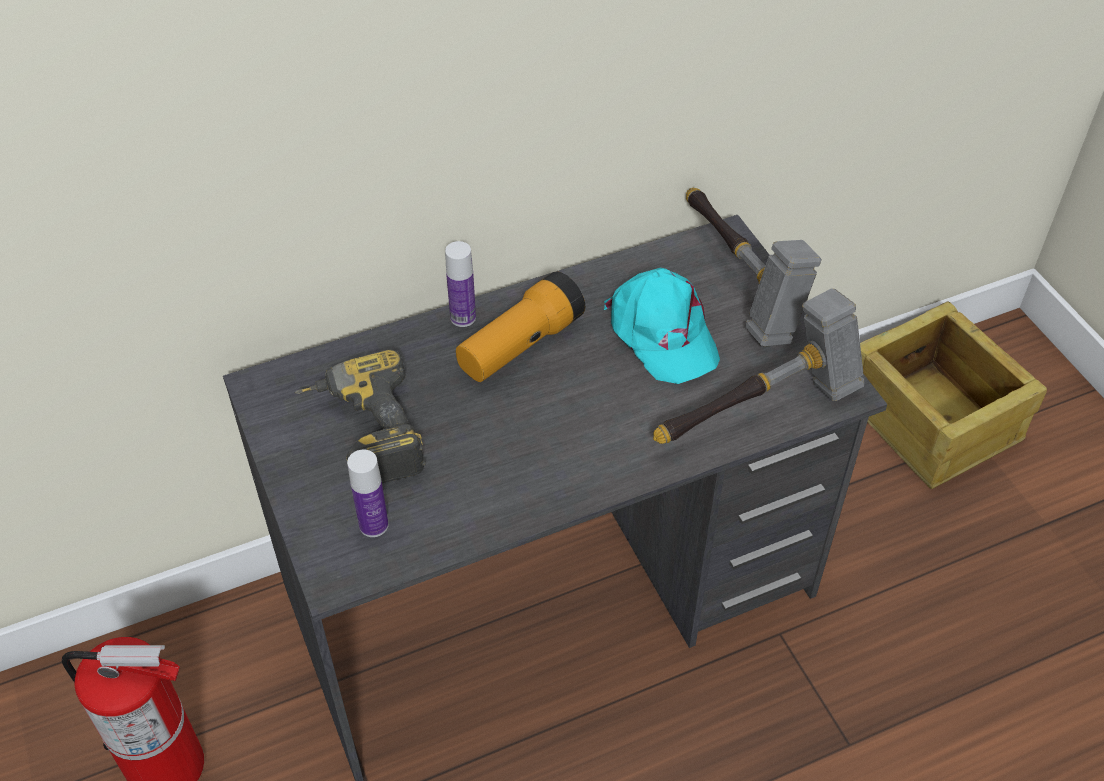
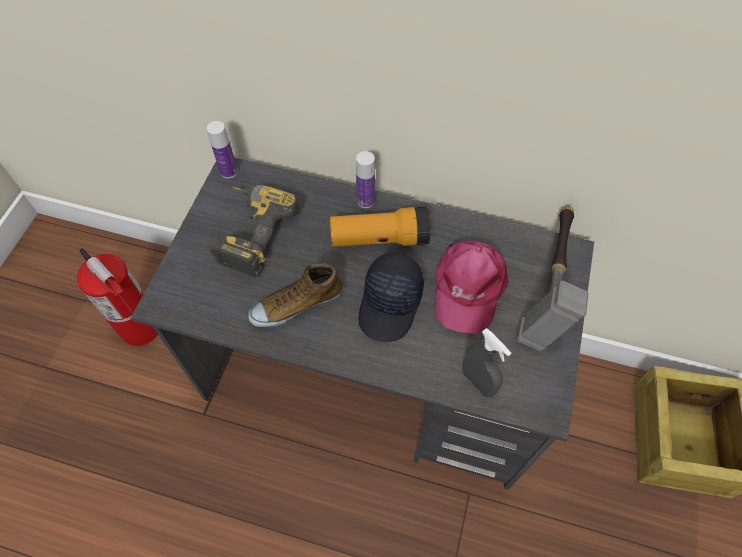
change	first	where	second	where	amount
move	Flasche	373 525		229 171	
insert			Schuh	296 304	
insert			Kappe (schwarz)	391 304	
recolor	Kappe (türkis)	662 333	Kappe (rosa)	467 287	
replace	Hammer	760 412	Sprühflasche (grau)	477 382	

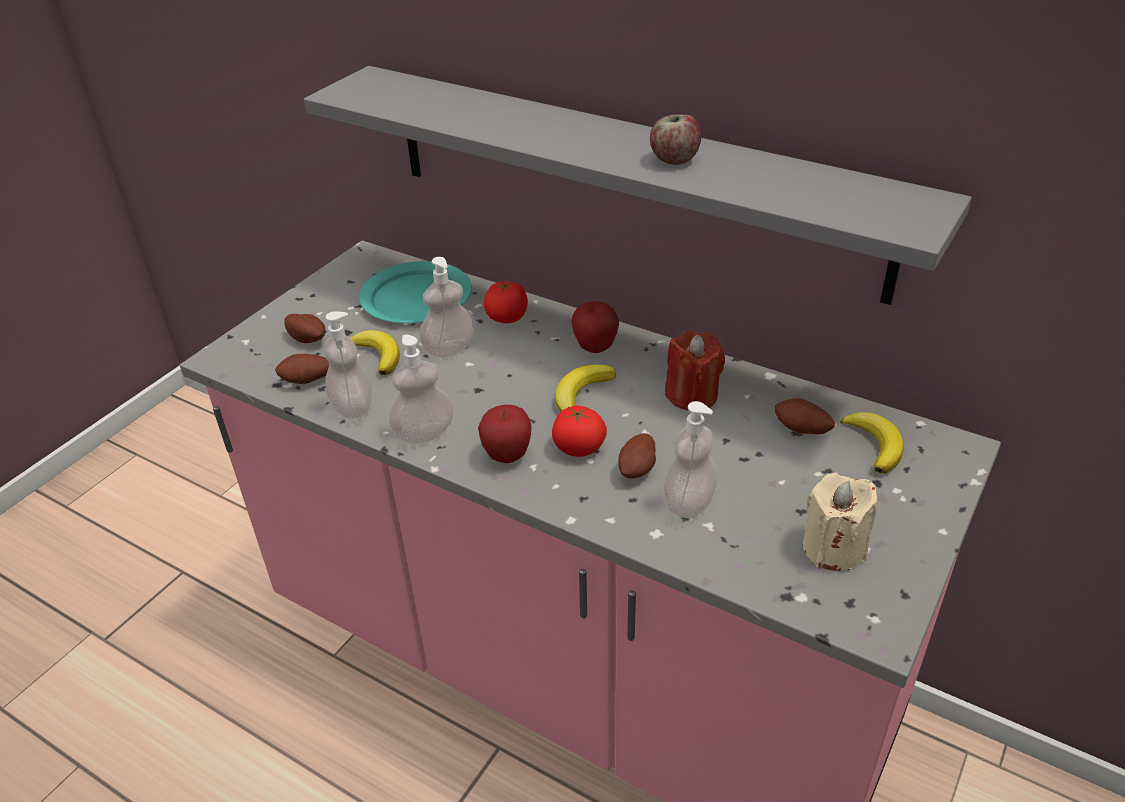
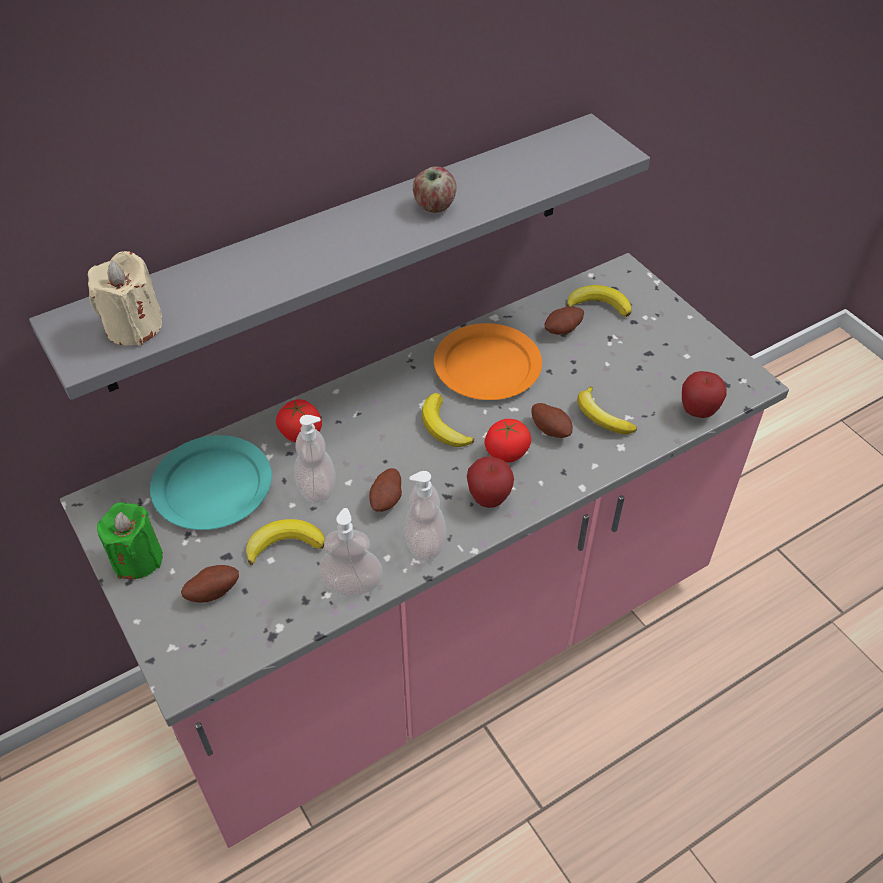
change	first	where	second	where	amount
move	Kerze (beige)	833 548		134 327	
insert			Kerze (grün)	137 559	
move	Kartoffel	307 381		387 500	
replace	Kerze (rot)	692 395	Teller (orange)	488 366	
replace	Seifenspender	689 503	Banane	601 417	
move	Apfel	595 348		698 411	

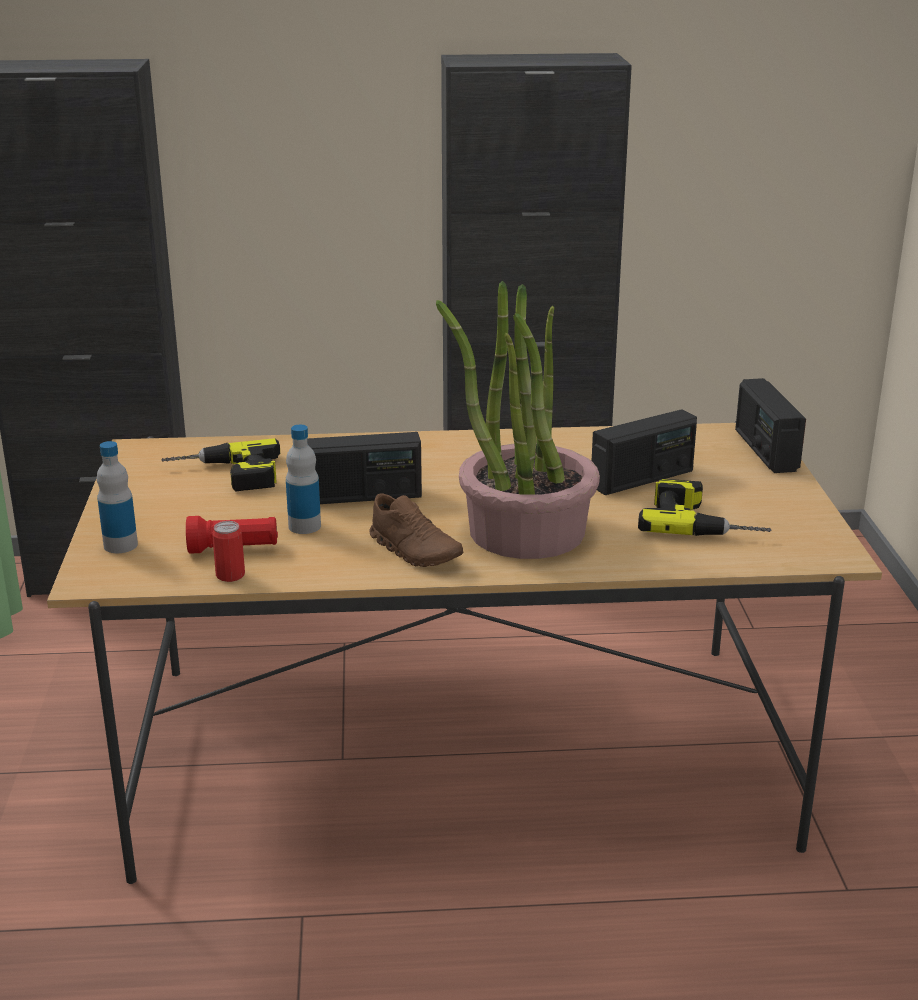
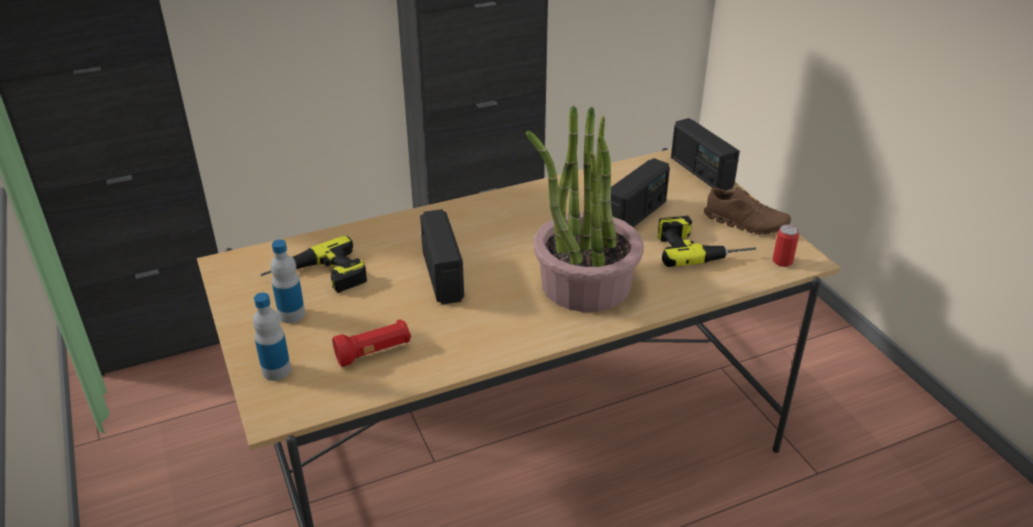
change	first	where	second	where	amount
move	Flasche	304 526		291 314	
rotate	Radio	364 496		443 275	75 degrees counterclockwise
move	Schuh (braun)	415 551		745 223	
move	Dose	230 575		782 261	

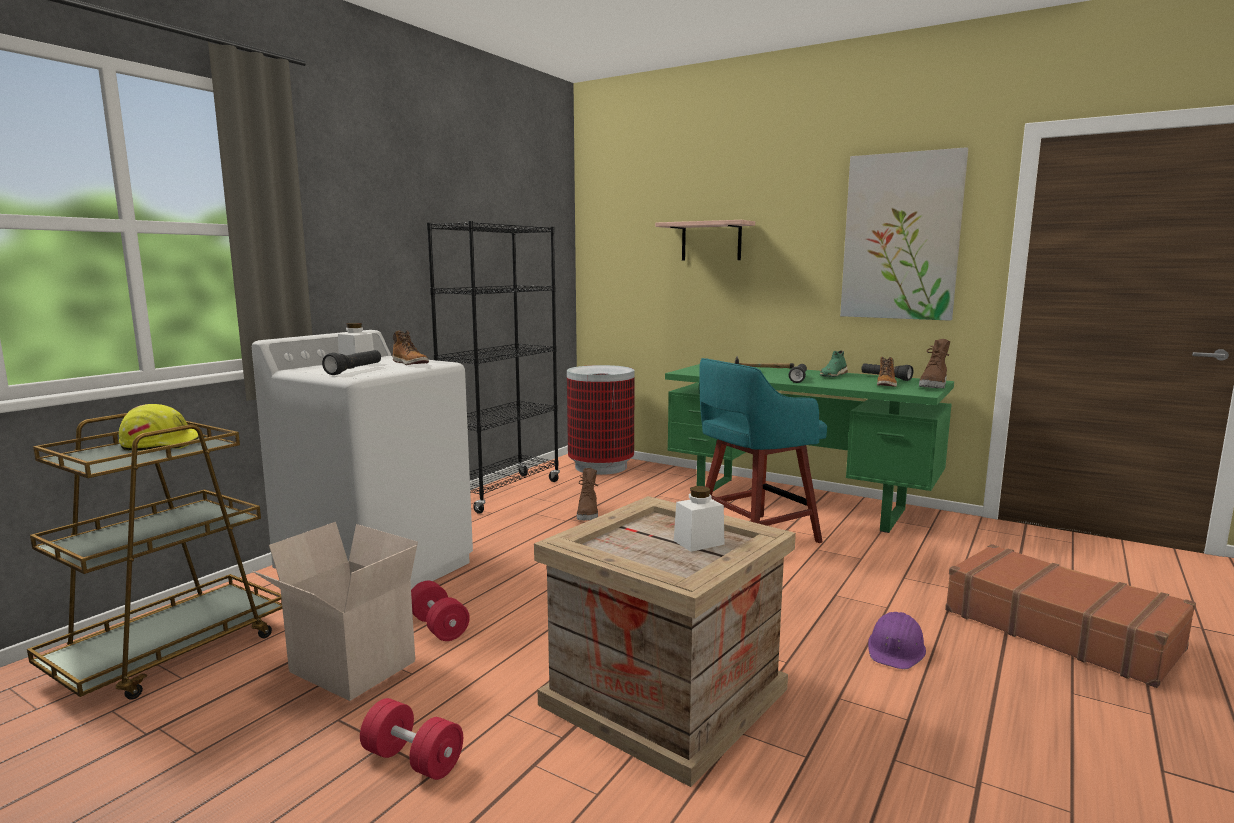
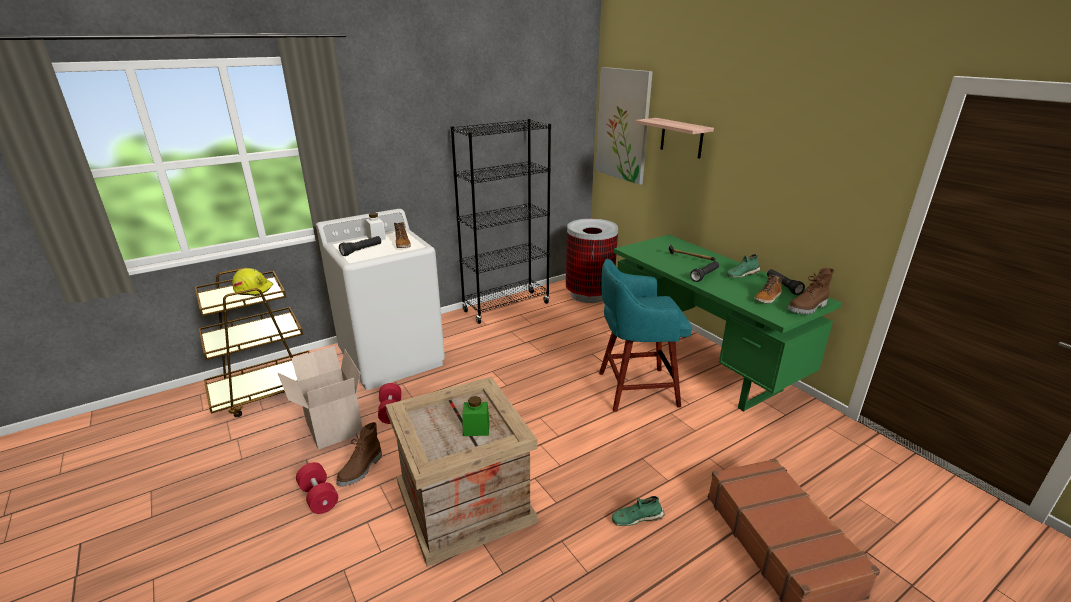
change	first	where	second	where	amount
move	Stiefel (braun)	588 514		361 470	
recolor	Vorratsglas (weiß)	698 542	Vorratsglas (grün)	476 429	
move	Bild	901 237		623 125	
replace	Schutzhelm (lila)	896 649	Schuh (grün)	636 517	

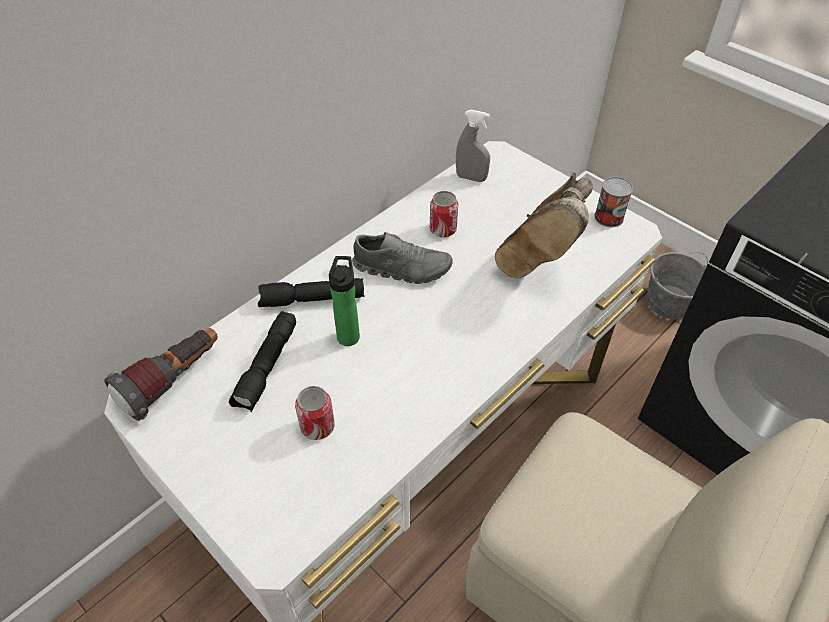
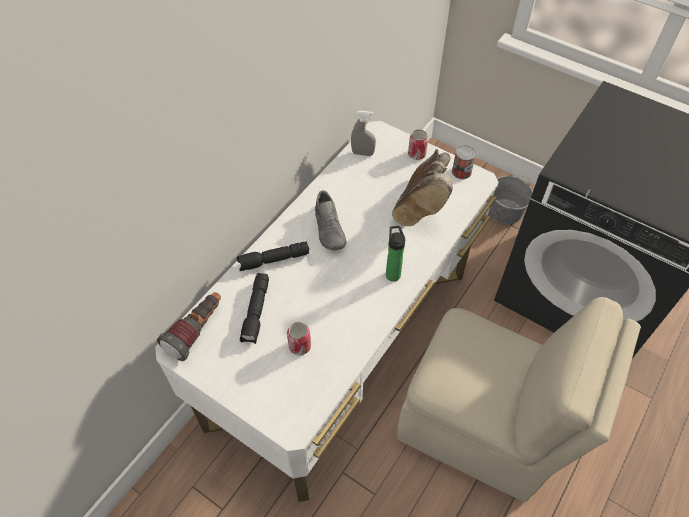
change	first	where	second	where	amount
rotate	Schuh (grau)	402 268		329 229	75 degrees clockwise
move	Flasche	348 334		392 273	
move	Dose	443 229		416 154	

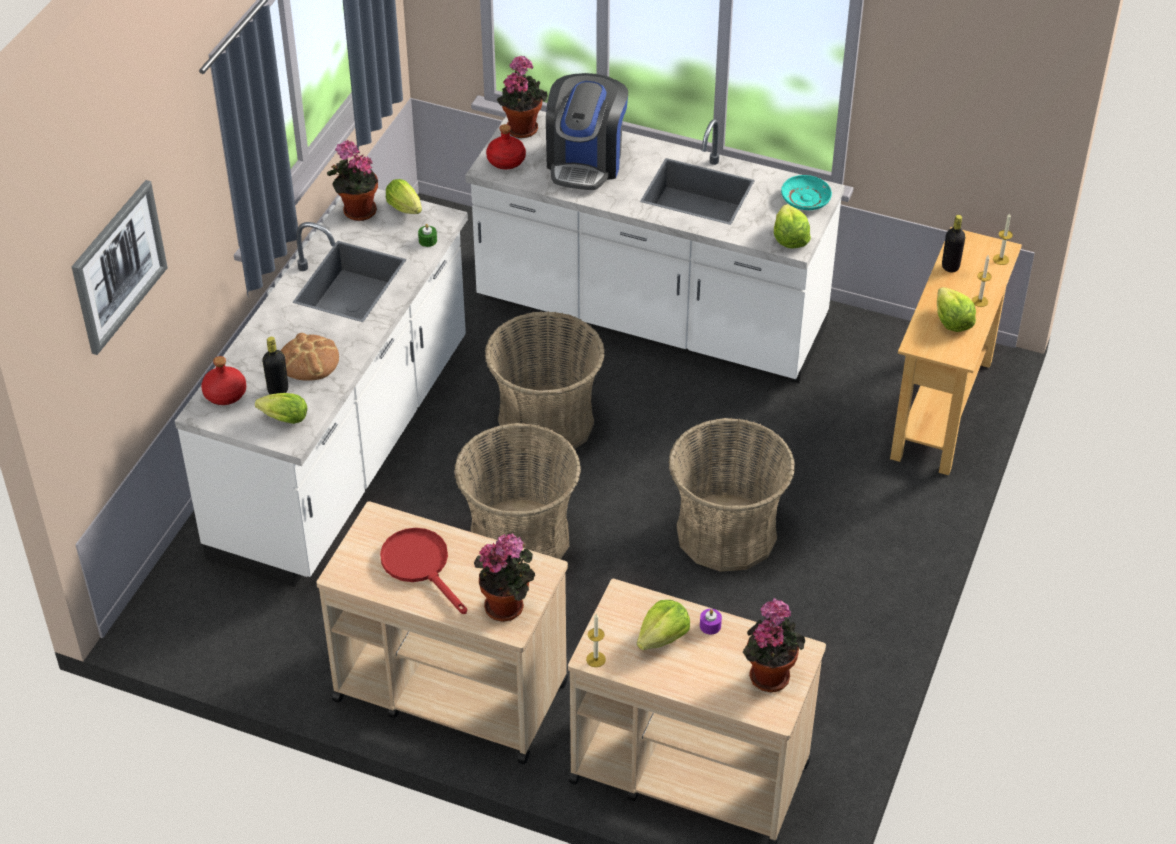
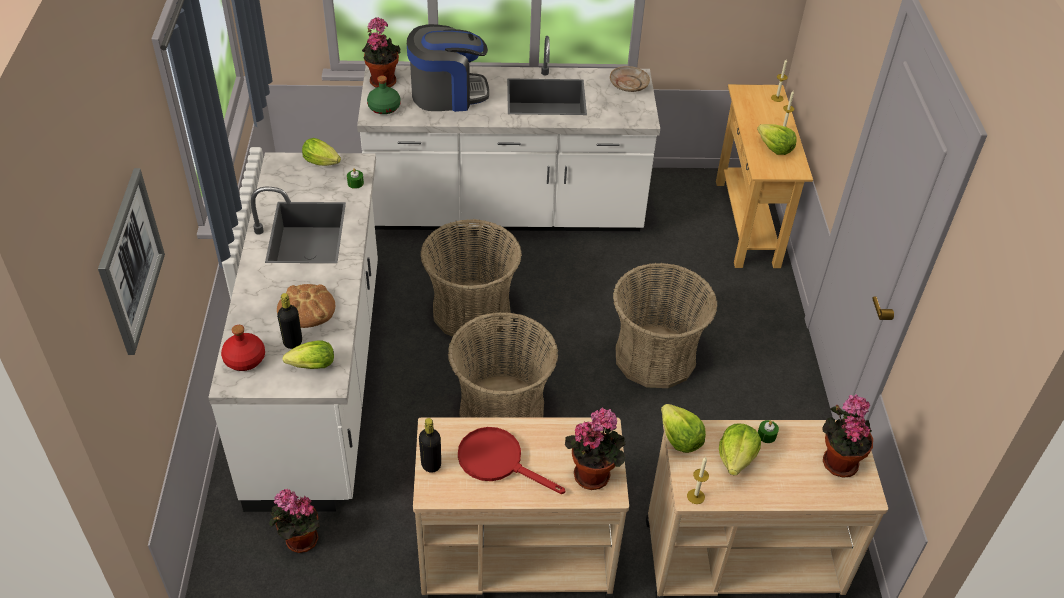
change	first	where	second	where	amount
move	Topfpflanze	356 211		298 541	
recolor	Flasche (rot)	506 161	Flasche (grün)	384 107	
rotate	Kaffeemaschine	585 161		447 94	90 degrees counterclockwise
move	Flasche (schwarz)	950 266		431 465	
recolor	Teller (türkis)	805 198	Teller (beige)	629 84	
move	Salatkopf	789 238		680 438	
recolor	Kerze (lila)	710 626	Kerze (grün)	766 435	

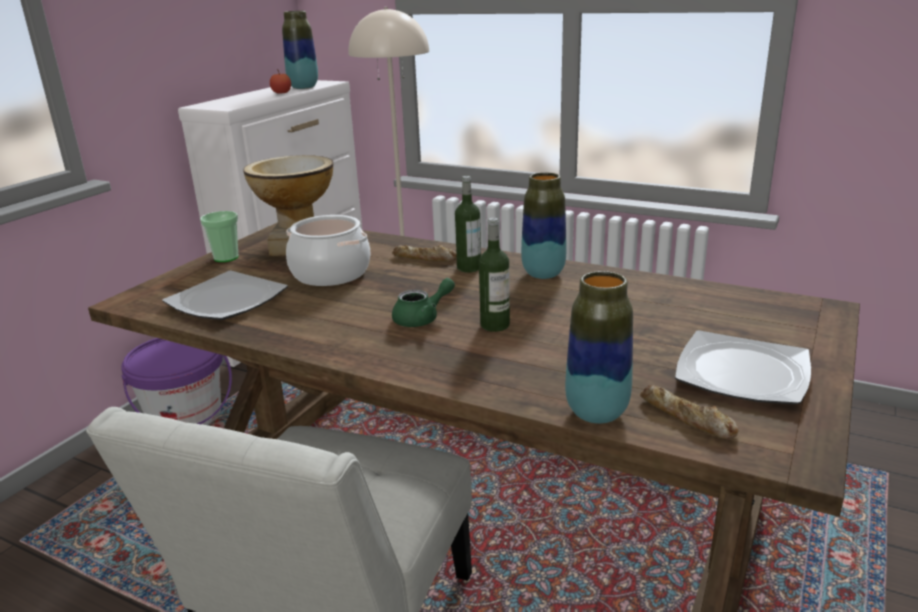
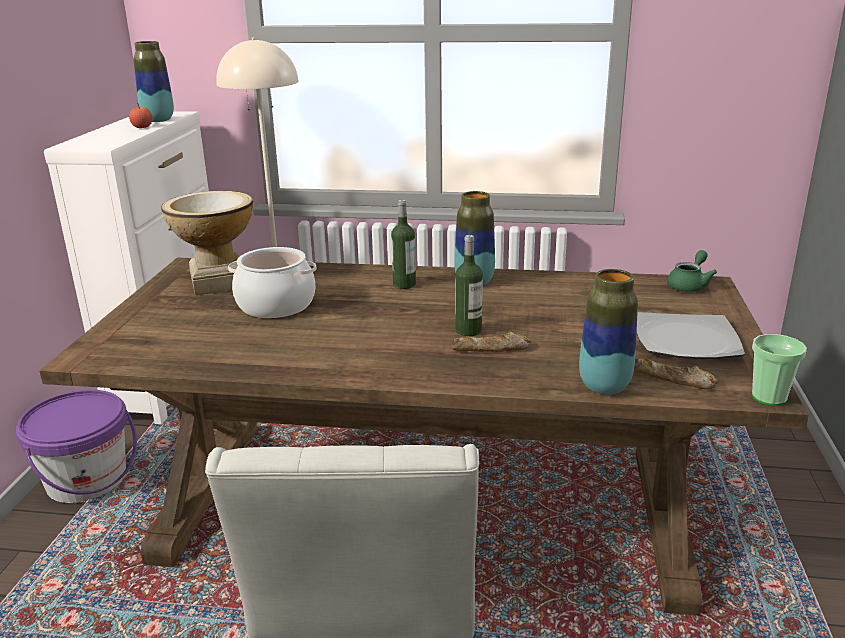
change	first	where	second	where	amount
move	Brot	424 258		491 349	
move	Teekanne (grün)	422 319		689 285	
move	Tasse	226 258		769 397	
delete	Teller	228 300			

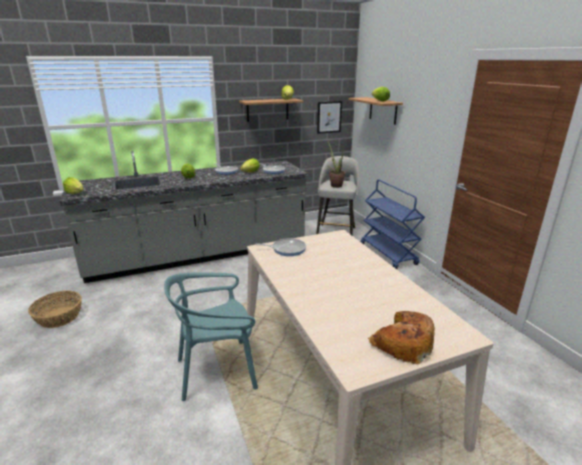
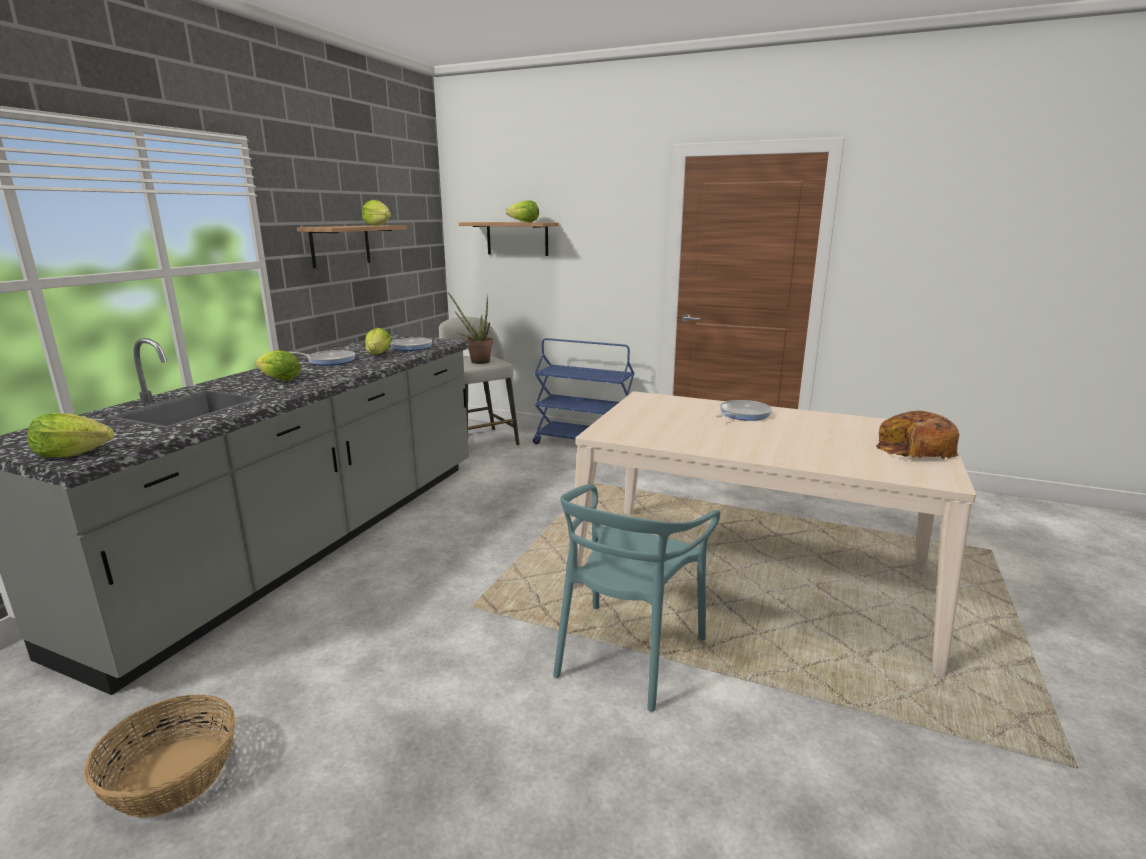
change	first	where	second	where	amount
move	Pfanne	287 249		742 414	
delete	Bild	329 117			

